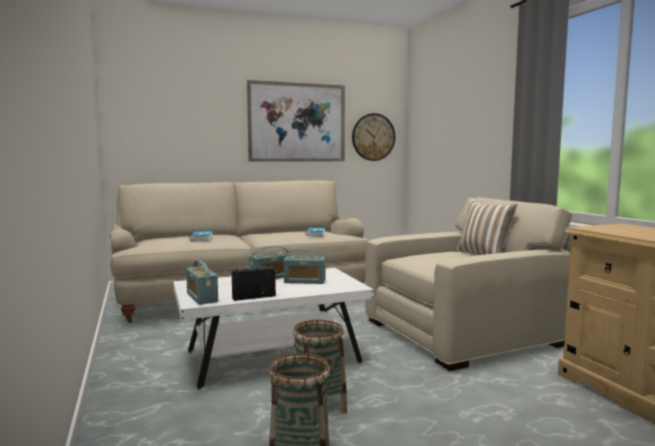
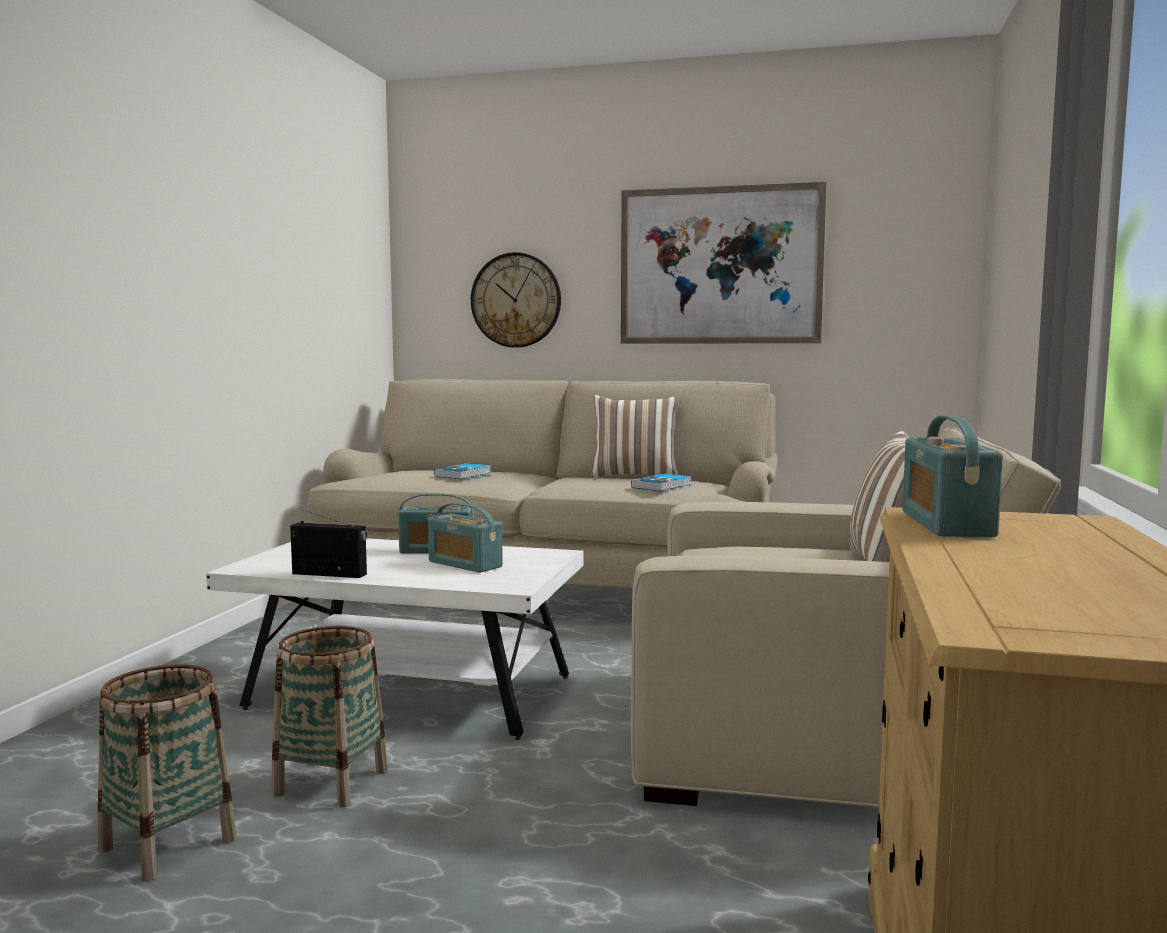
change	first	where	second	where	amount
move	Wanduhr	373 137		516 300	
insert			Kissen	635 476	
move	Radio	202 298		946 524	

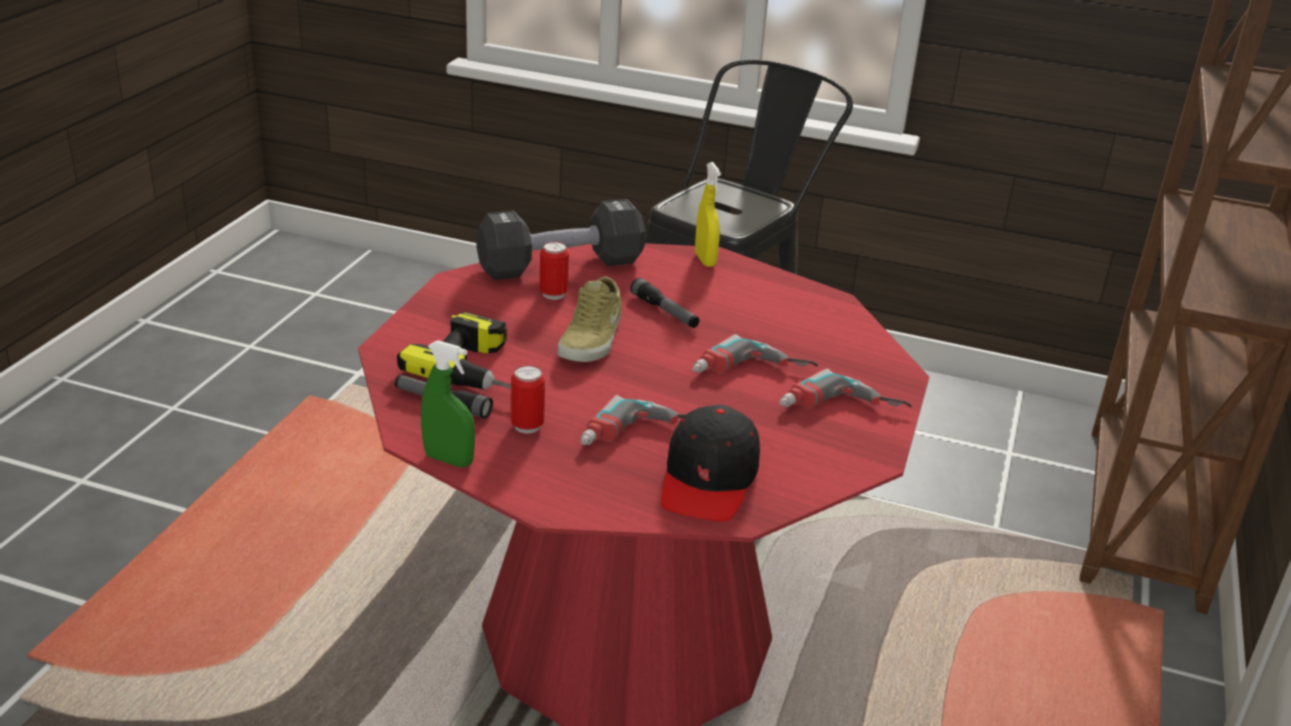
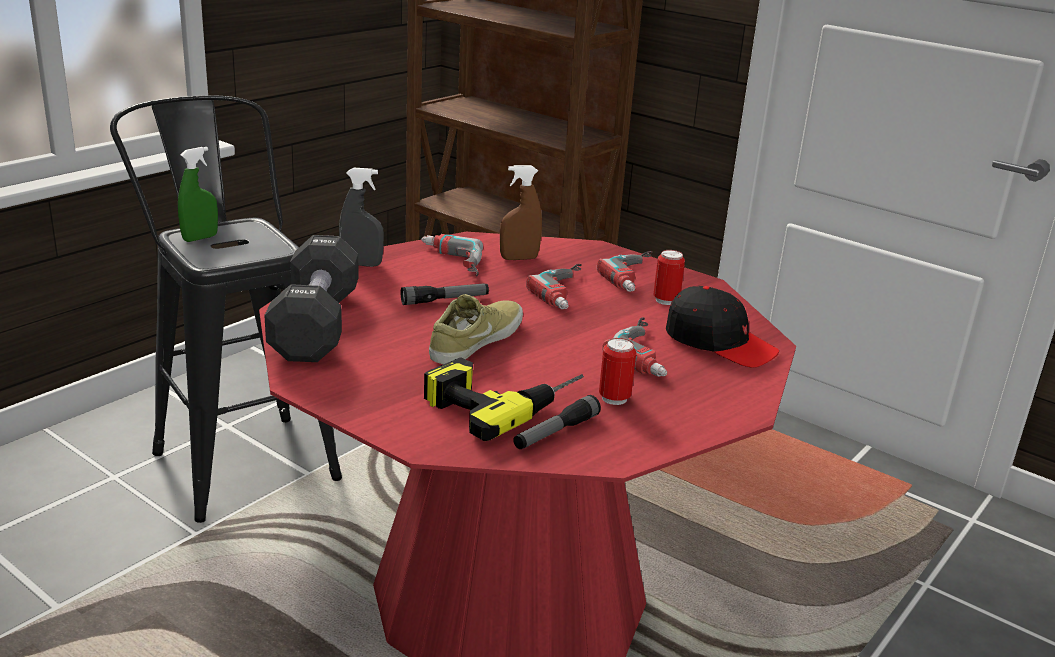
change	first	where	second	where	amount
move	Sprühflasche (grün)	448 460		200 238	
recolor	Sprühflasche (gelb)	705 260	Sprühflasche (grau)	361 264	
insert			Bohrmaschine	449 262	
rotate	Schuh (beige)	592 339		474 340	90 degrees counterclockwise
insert			Sprühflasche (braun)	519 258	
move	Dose	553 294		666 300	

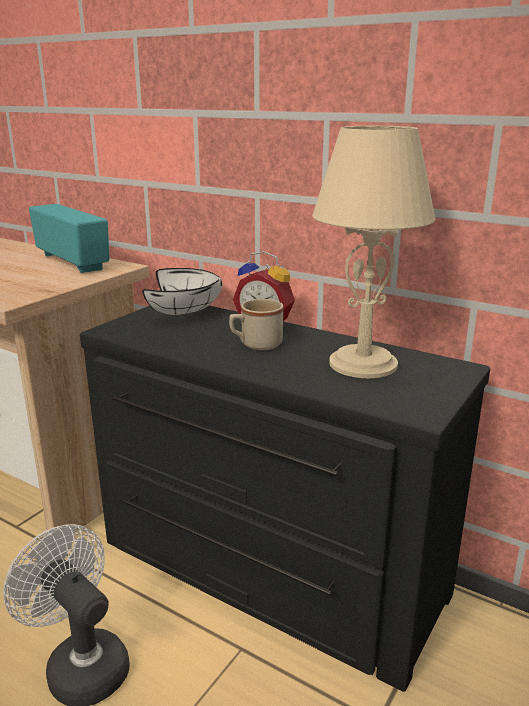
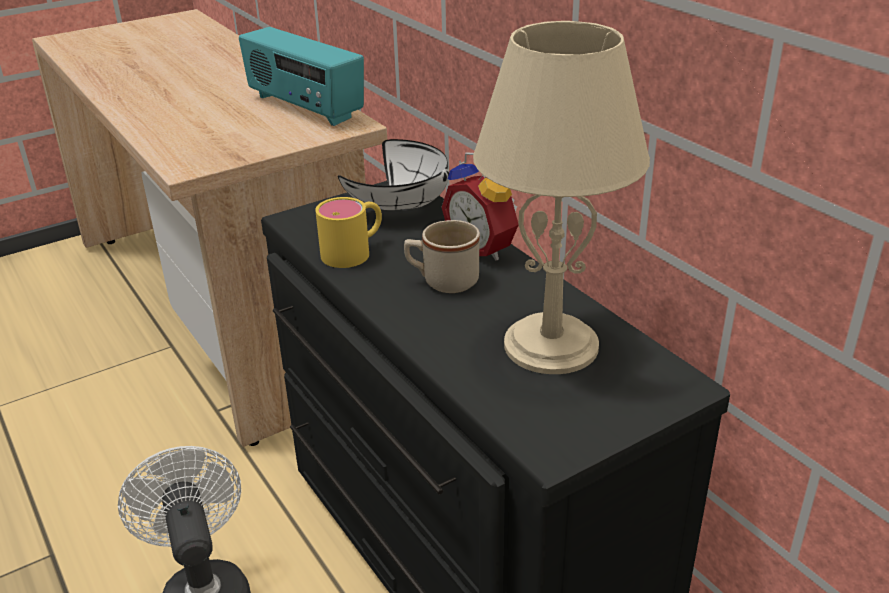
change	first	where	second	where	amount
rotate	Radio	73 262		304 108	150 degrees clockwise
insert			Henkelbecher (gelb)	354 251	

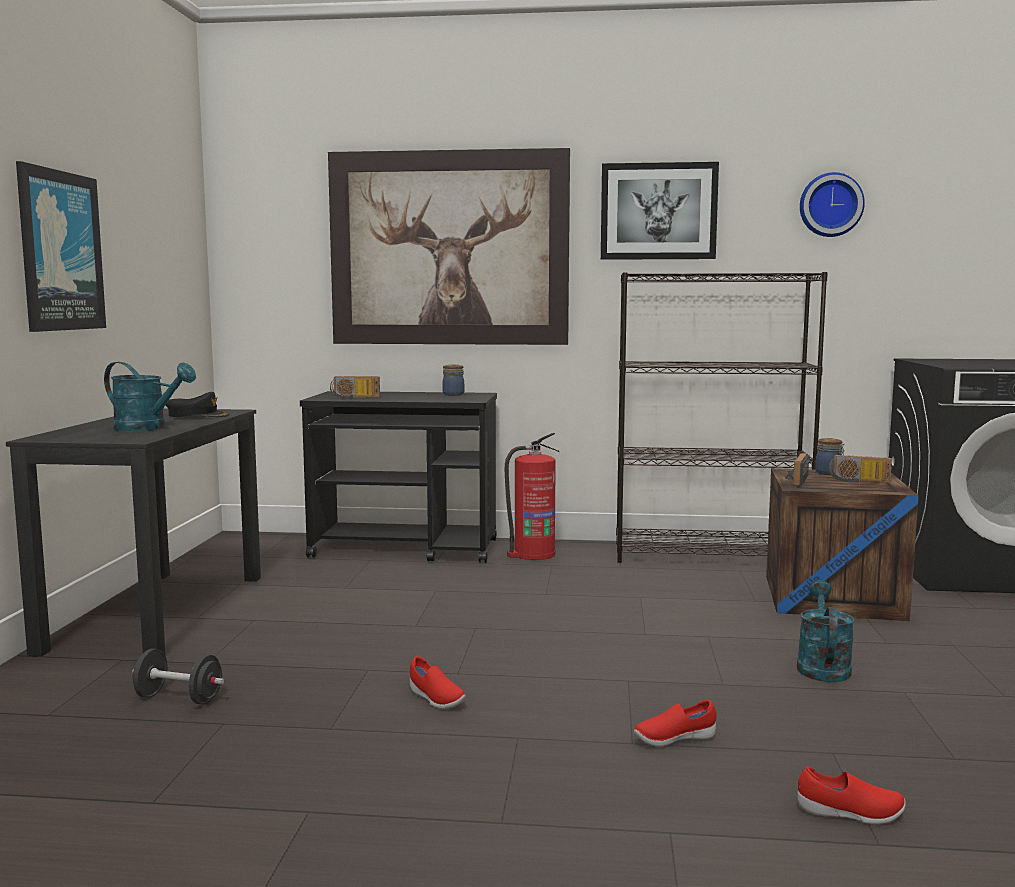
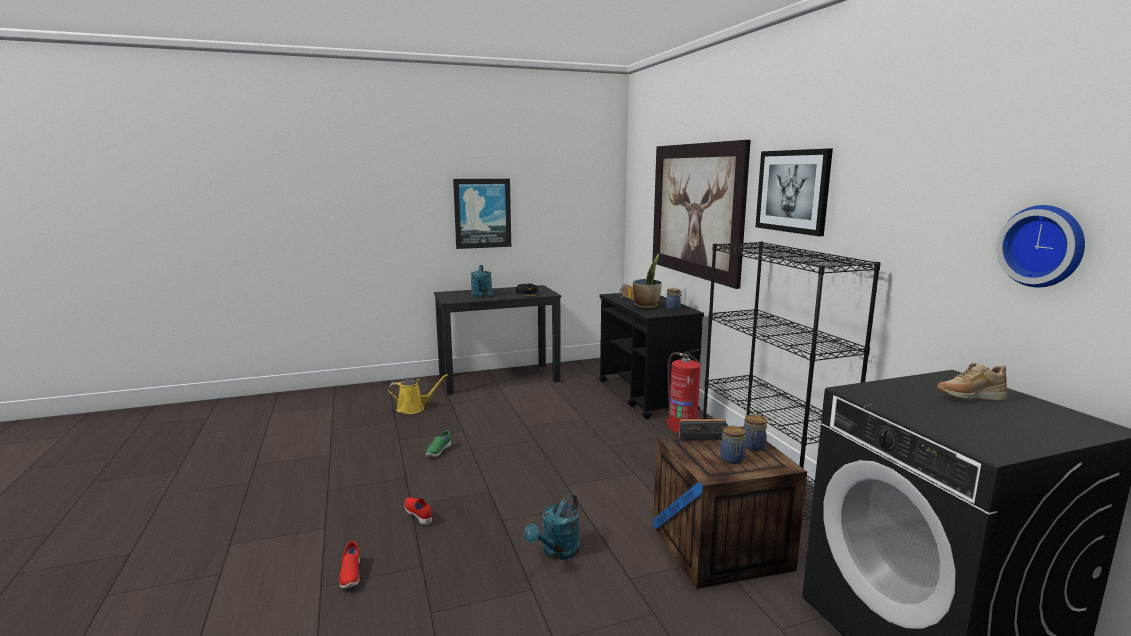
change	first	where	second	where	amount
replace	Hantel (schwarz)	179 698	Gießkanne (gelb)	414 408	
recolor	Schuh (rot)	435 699	Schuh (grün)	438 451	
rotate	Gießkanne (türkis)	822 666		557 552	135 degrees clockwise
insert			Topfpflanze	646 306	
replace	Radio	859 481	Vorratsglas	732 460	
insert			Schuh (beige)	969 398	
move	Wanduhr	830 205		1043 246	

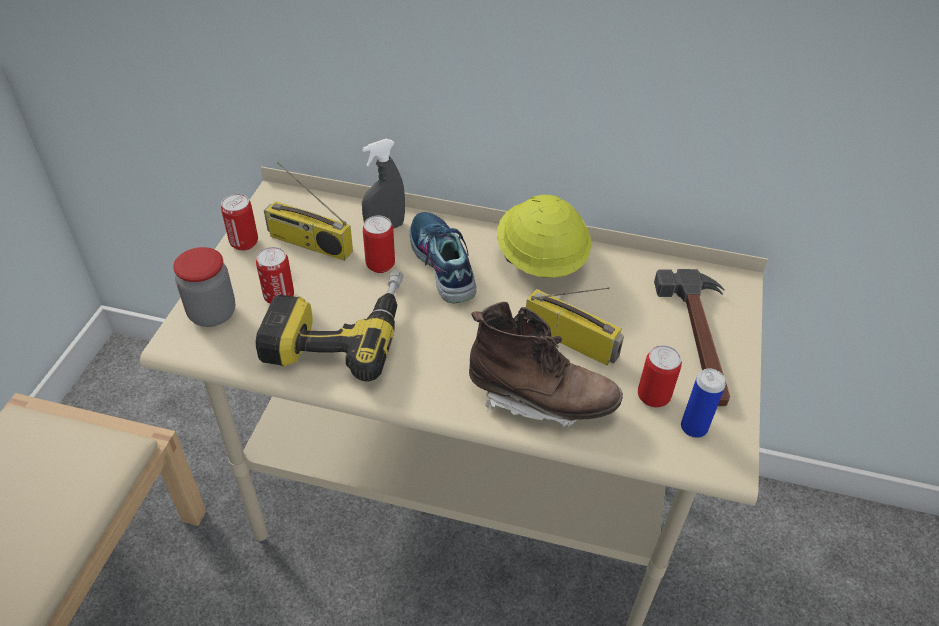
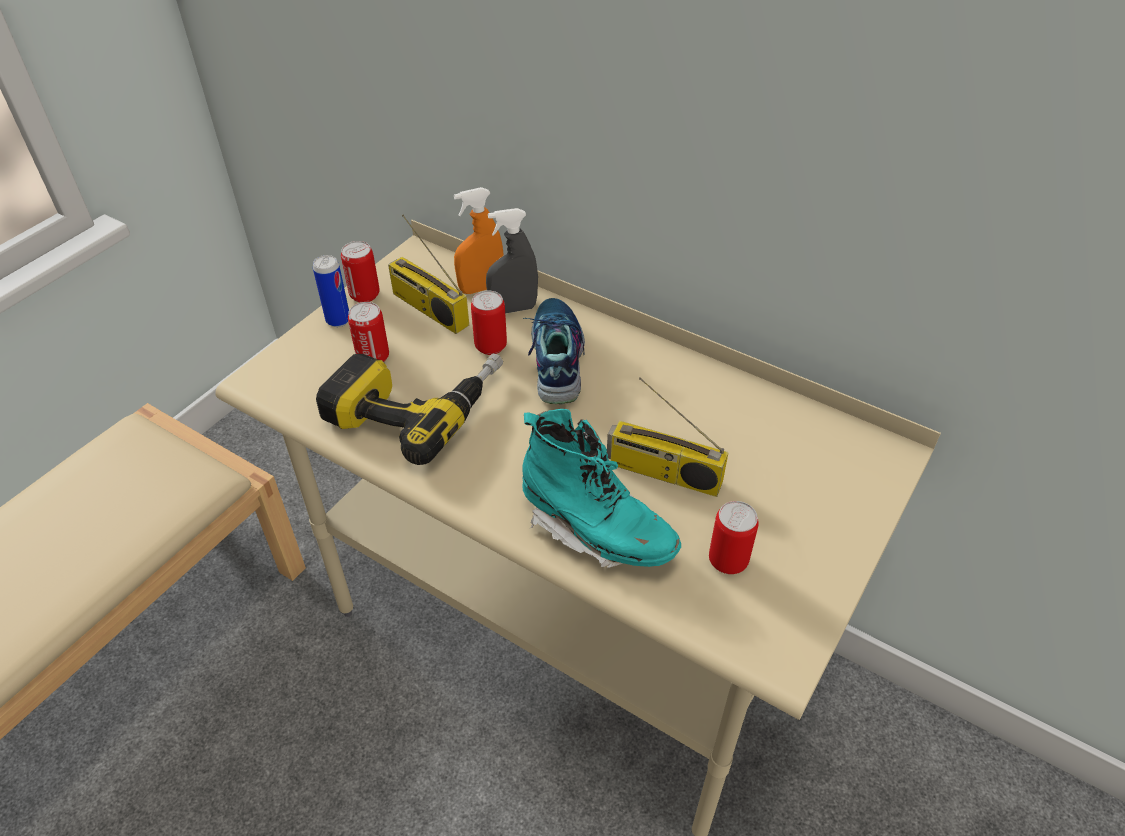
change	first	where	second	where	amount
move	Dose	693 428		338 320	
insert			Sprühflasche (orange)	481 288	
recolor	Stiefel (braun)	540 399	Stiefel (türkis)	596 530	
rotate	Radio	572 339		662 473	150 degrees clockwise
delete	Vorratsglas	212 313			
delete	Schutzhelm (gelb)	540 260			
delete	Hammer	700 339			

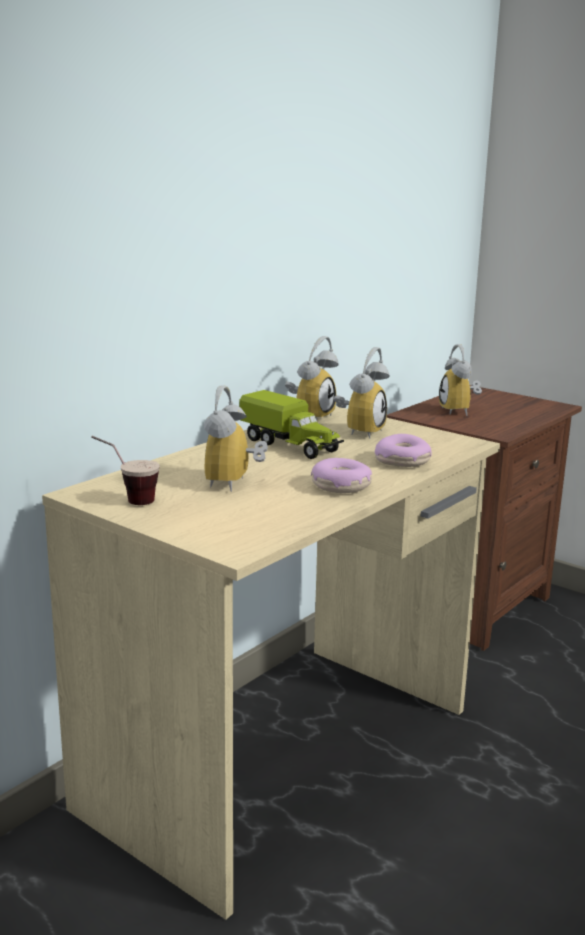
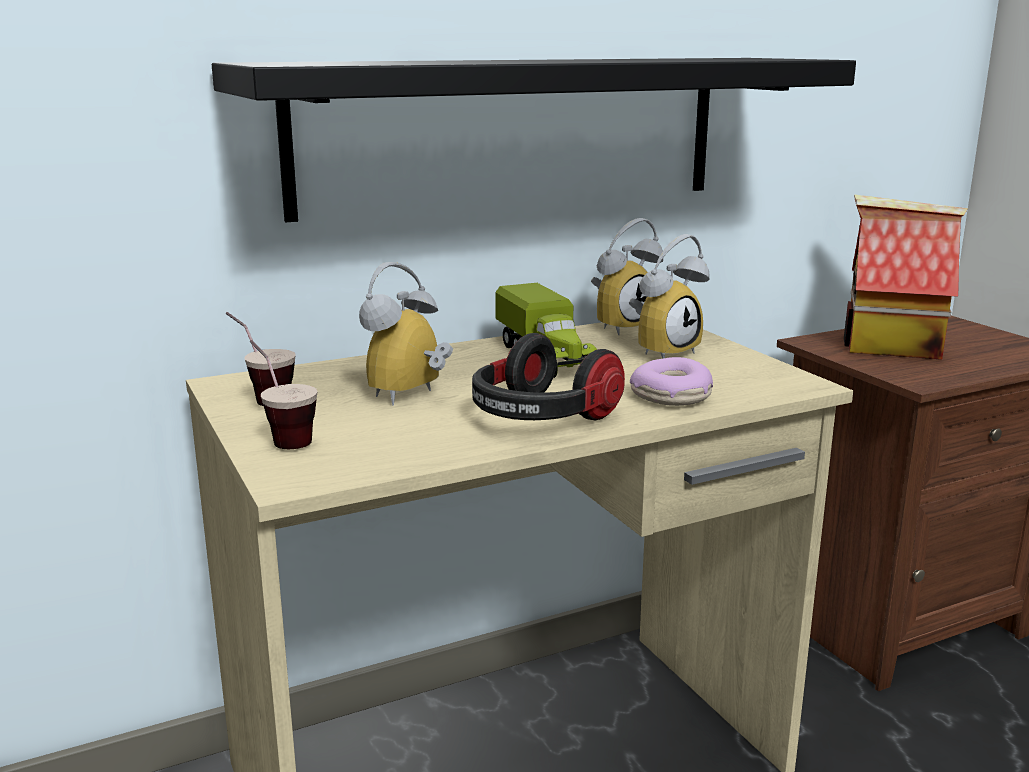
change	first	where	second	where	amount
insert			Wandregal (schwarz)	512 133	
insert			Tasse	281 437	
replace	Donut	341 486	Kopfhörer	541 418	
replace	Wecker	460 411	Spielzeughaus	890 346	

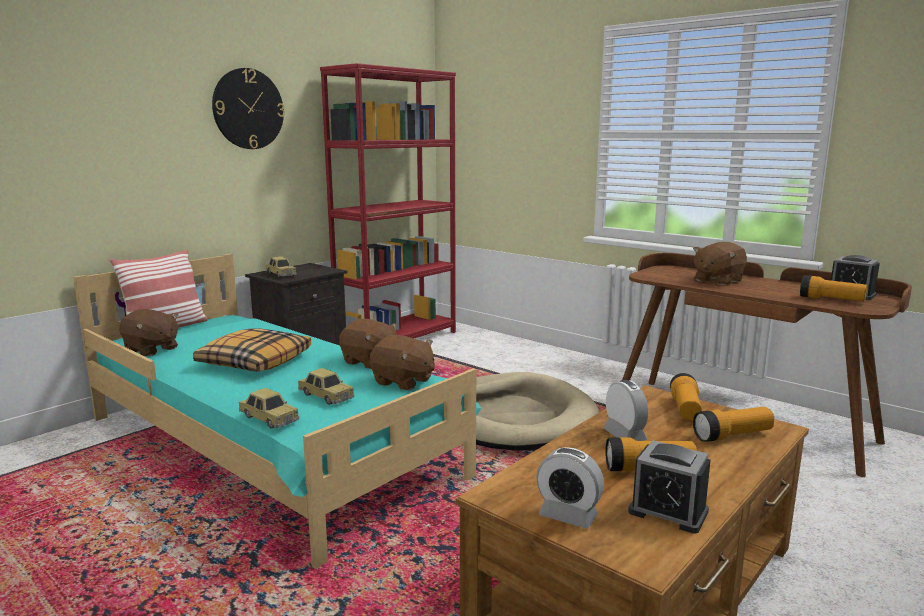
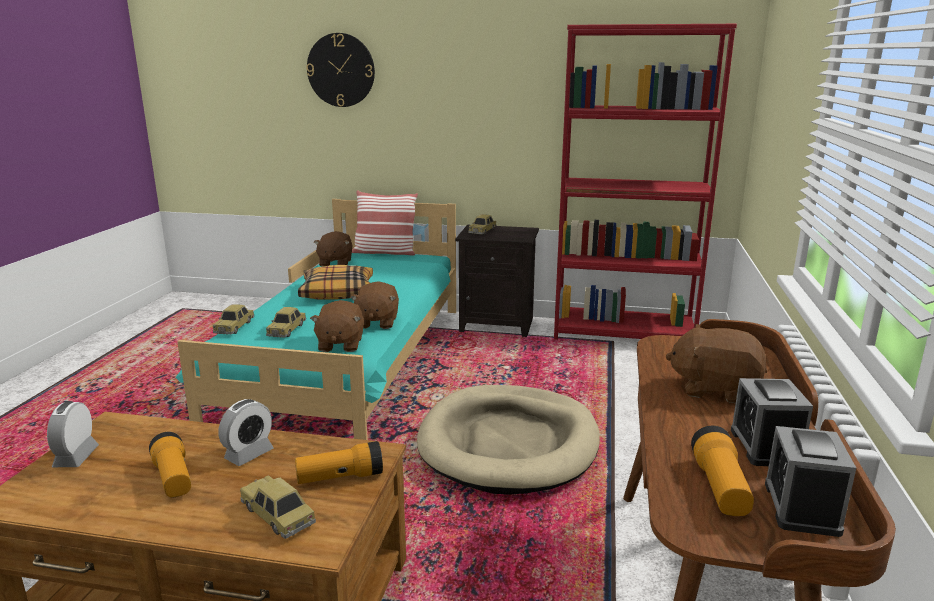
change	first	where	second	where	amount
replace	Taschenlampe	732 436	Spielzeugauto	278 515	
move	Wanduhr	248 109		341 70	
move	Wecker	668 512		765 446	

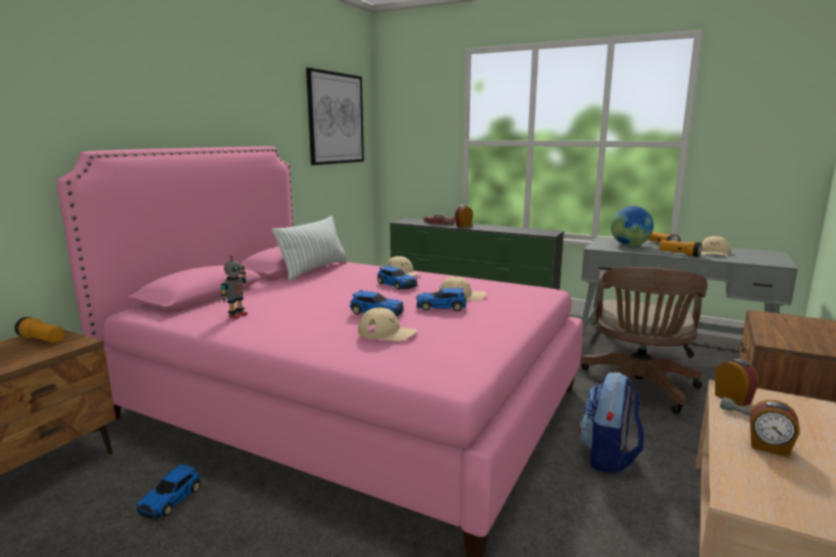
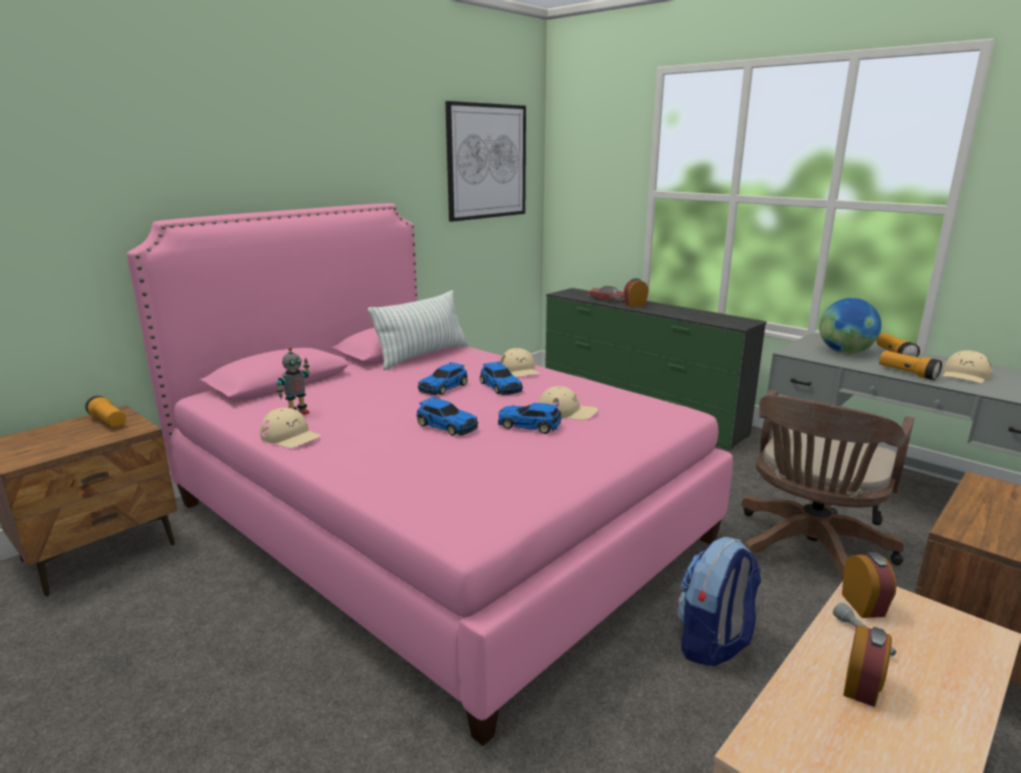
change	first	where	second	where	amount
move	Kappe (beige)	387 333		290 436	
move	Spielzeugauto	172 499		444 387	
rotate	Wecker	769 447		862 687	105 degrees counterclockwise

